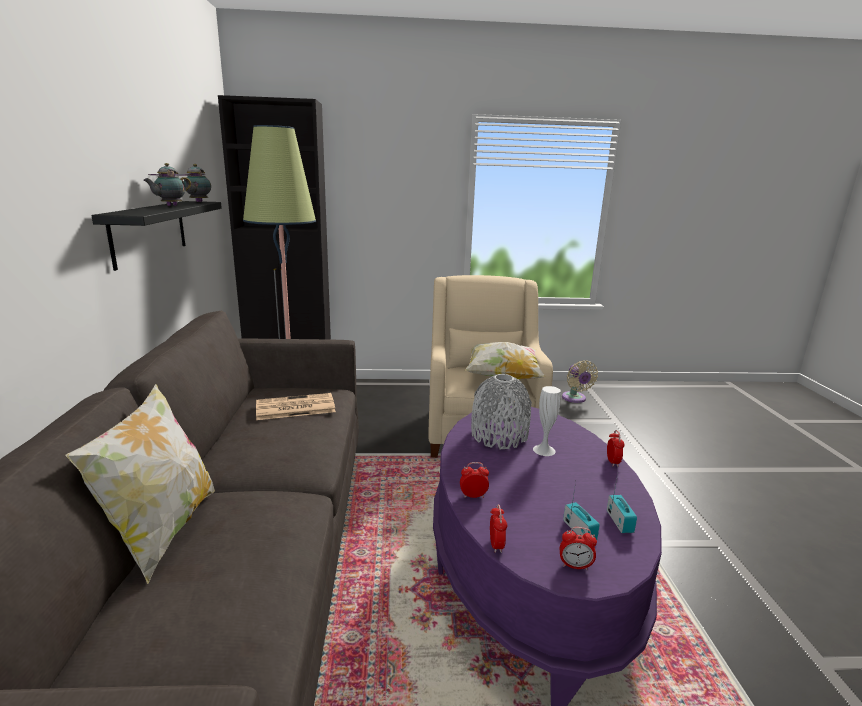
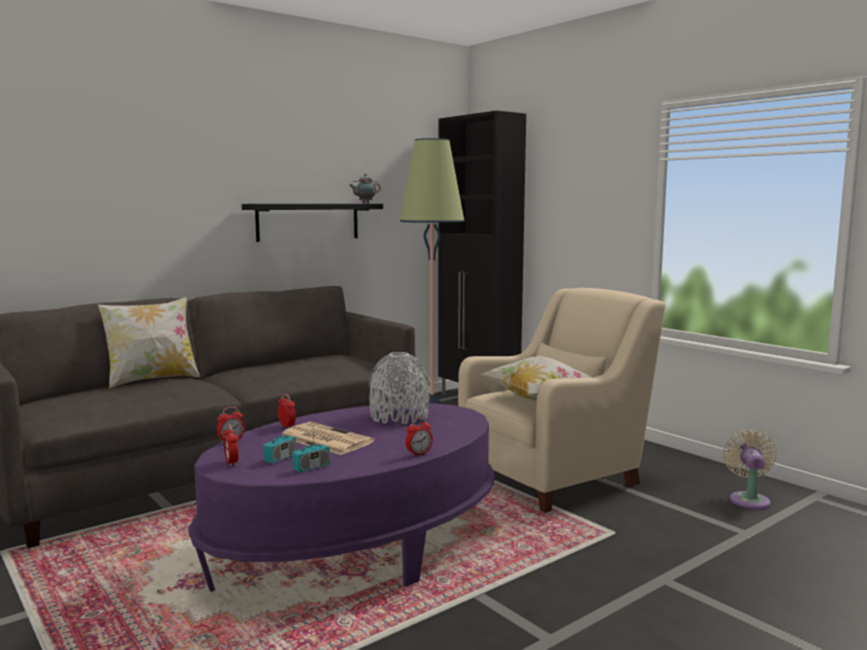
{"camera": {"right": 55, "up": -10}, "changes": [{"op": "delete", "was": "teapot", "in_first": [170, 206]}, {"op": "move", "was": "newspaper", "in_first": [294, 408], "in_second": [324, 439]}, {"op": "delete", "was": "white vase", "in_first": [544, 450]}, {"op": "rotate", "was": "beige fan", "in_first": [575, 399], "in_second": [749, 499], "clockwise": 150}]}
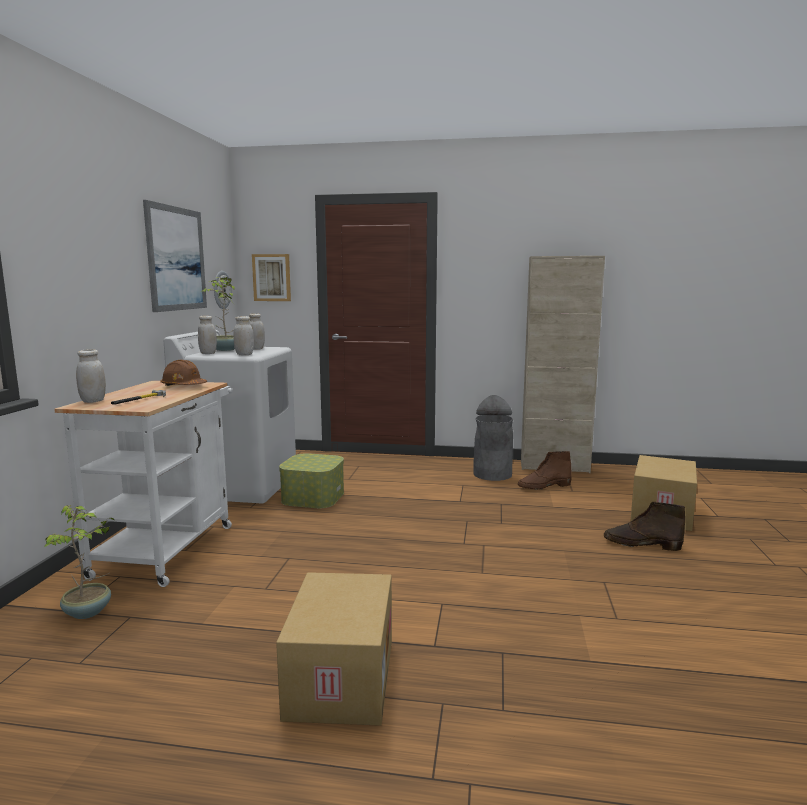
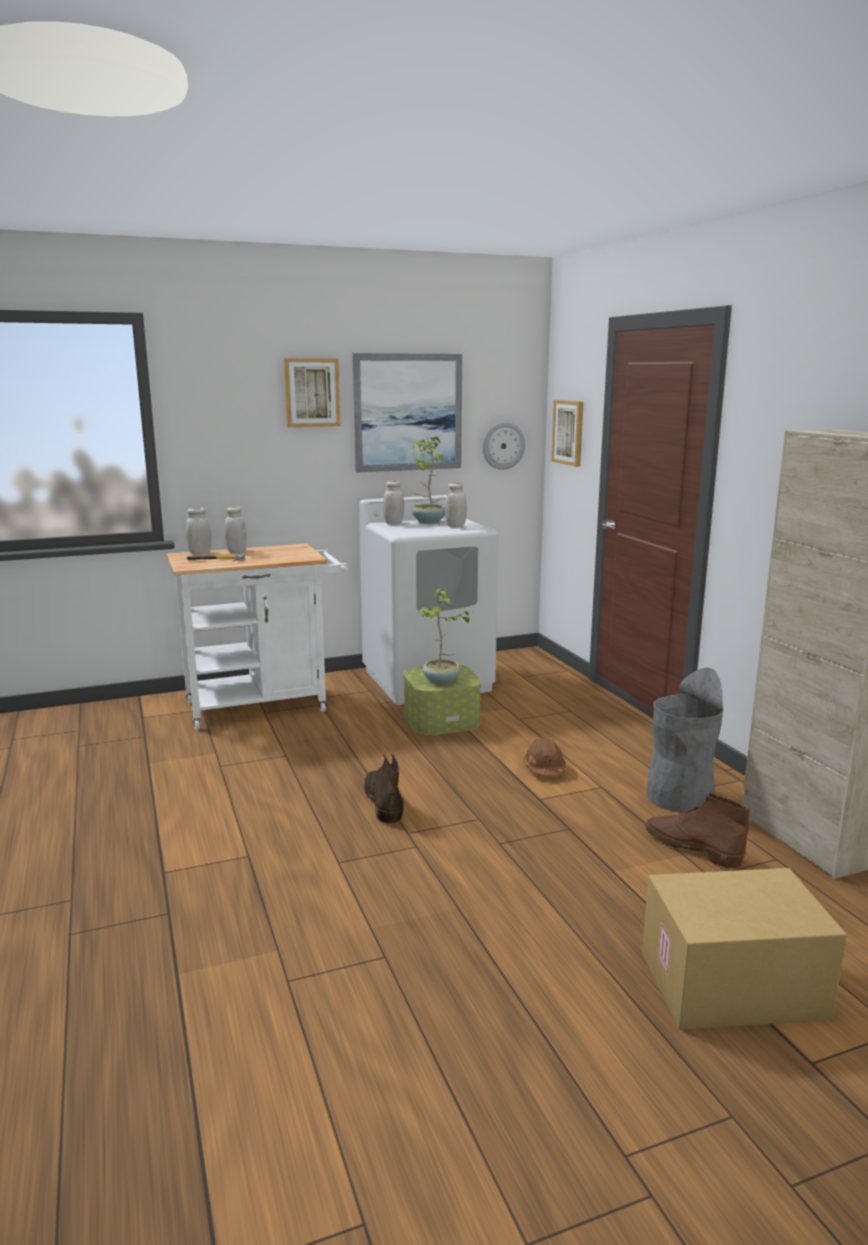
{"camera": {"right": 60, "up": 5}, "changes": [{"op": "move", "was": "potted plant", "in_first": [88, 612], "in_second": [441, 681]}, {"op": "move", "was": "brown hard hat", "in_first": [183, 386], "in_second": [544, 768]}, {"op": "move", "was": "white jar", "in_first": [244, 354], "in_second": [236, 551]}, {"op": "delete", "was": "cardboard box", "in_first": [339, 676]}, {"op": "move", "was": "brown boot", "in_first": [641, 544], "in_second": [383, 801]}, {"op": "insert", "now": "picture", "in_second": [311, 392]}]}
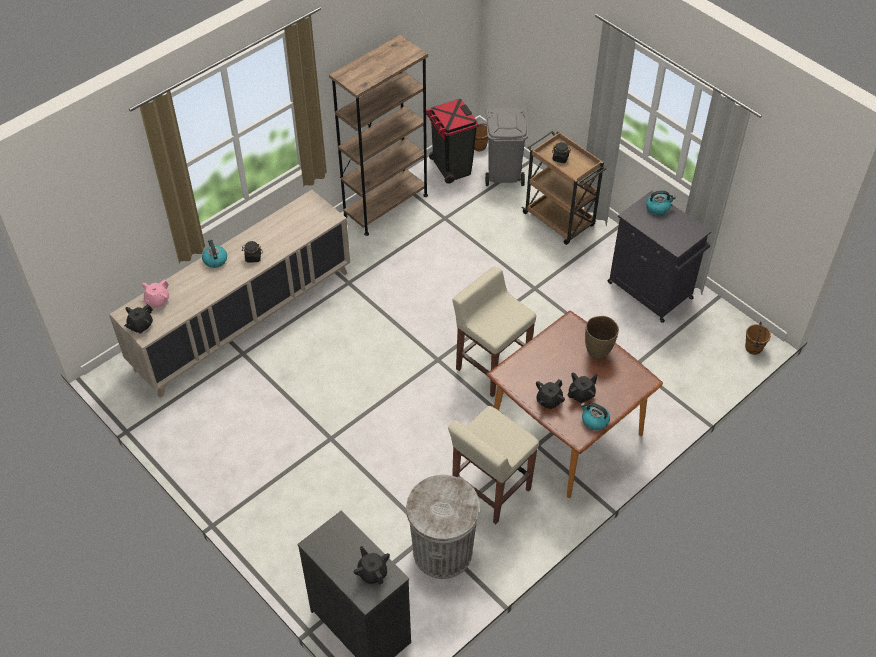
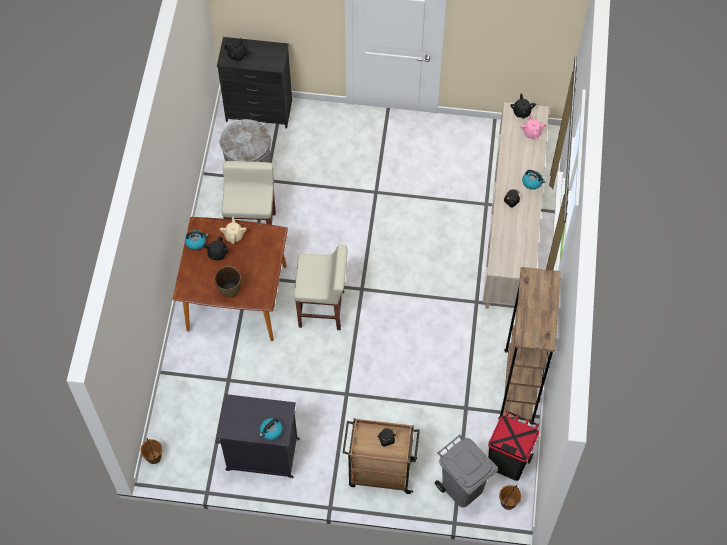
{"camera": {"right": 140, "up": 10}, "changes": [{"op": "recolor", "was": "black teapot", "now": "beige teapot", "in_first": [548, 401], "in_second": [234, 235]}]}
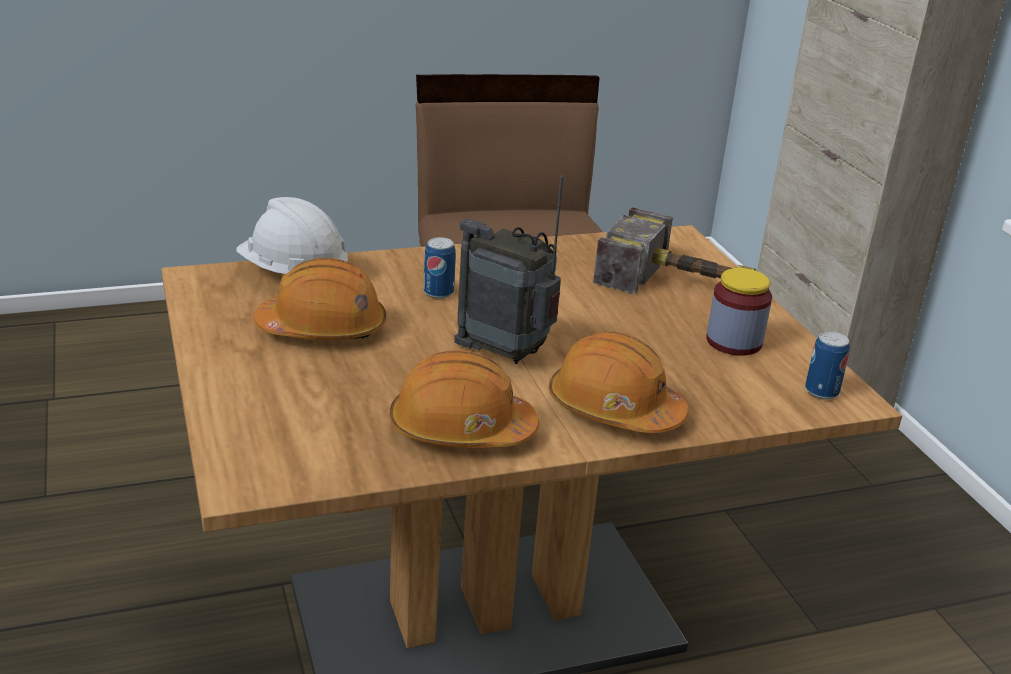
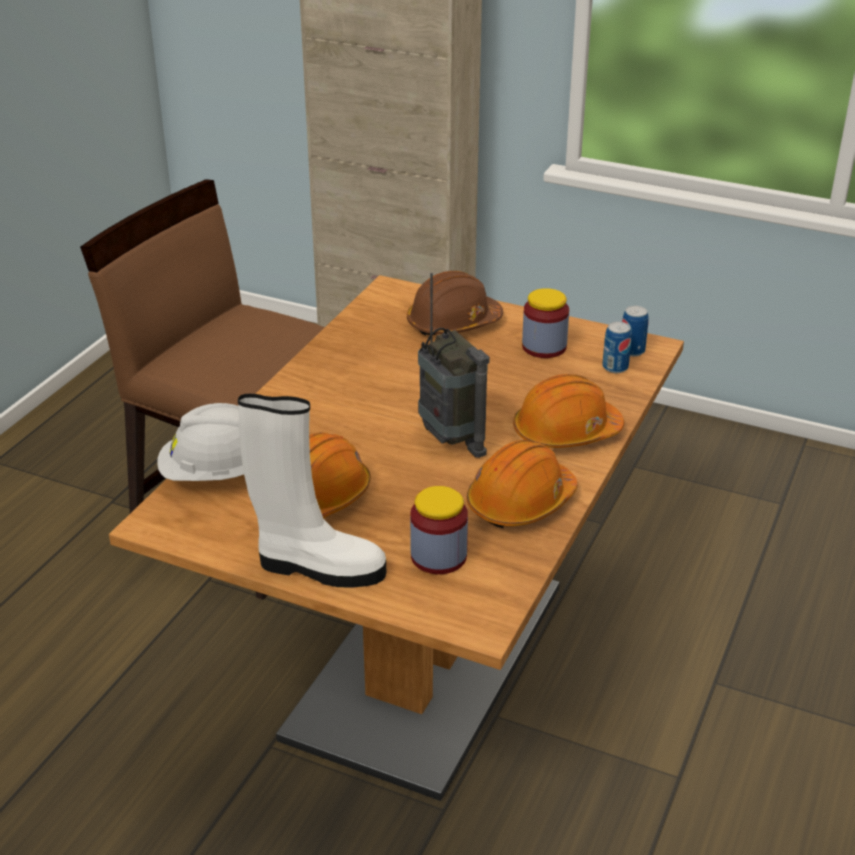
{"camera": {"right": -45, "up": 5}, "changes": [{"op": "move", "was": "can", "in_first": [438, 292], "in_second": [615, 367]}, {"op": "rotate", "was": "radio", "in_first": [505, 354], "in_second": [451, 438], "clockwise": -105}, {"op": "replace", "was": "hammer", "now": "brown hard hat", "in_first": [683, 284], "in_second": [453, 323]}, {"op": "insert", "now": "white boot", "in_second": [318, 567]}, {"op": "insert", "now": "jar", "in_second": [438, 556]}]}
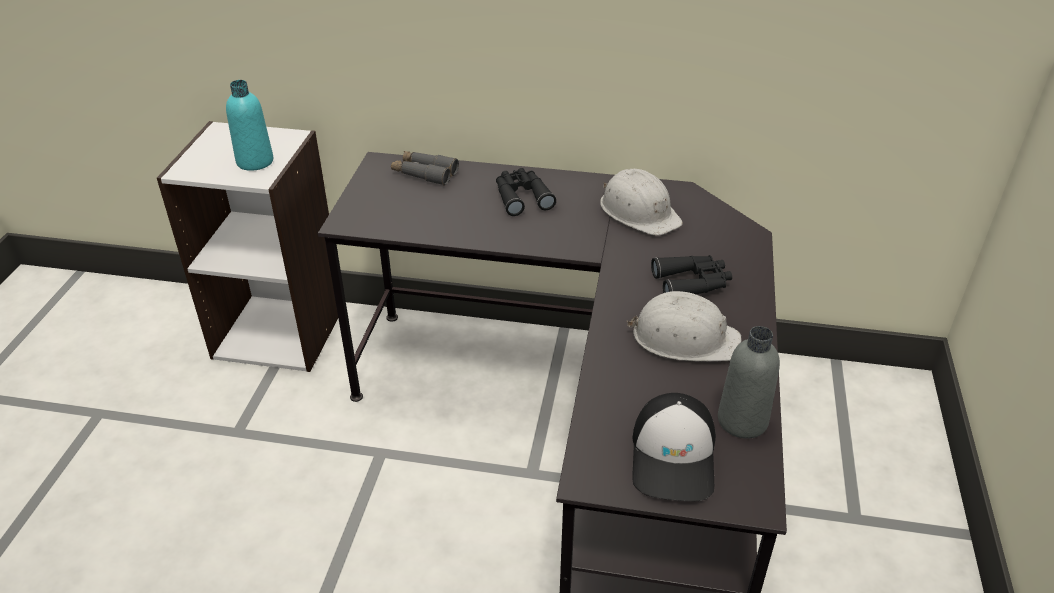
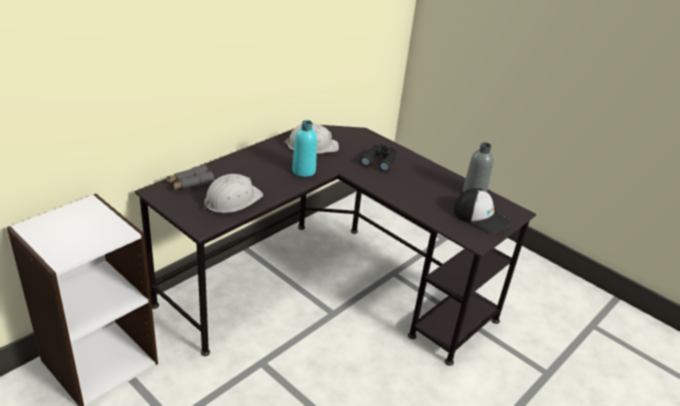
{"camera": {"right": -60, "up": -5}, "changes": [{"op": "move", "was": "turquoise bottle", "in_first": [255, 161], "in_second": [303, 171]}, {"op": "delete", "was": "black binoculars", "in_first": [522, 197]}, {"op": "move", "was": "white hard hat", "in_first": [684, 338], "in_second": [232, 200]}]}
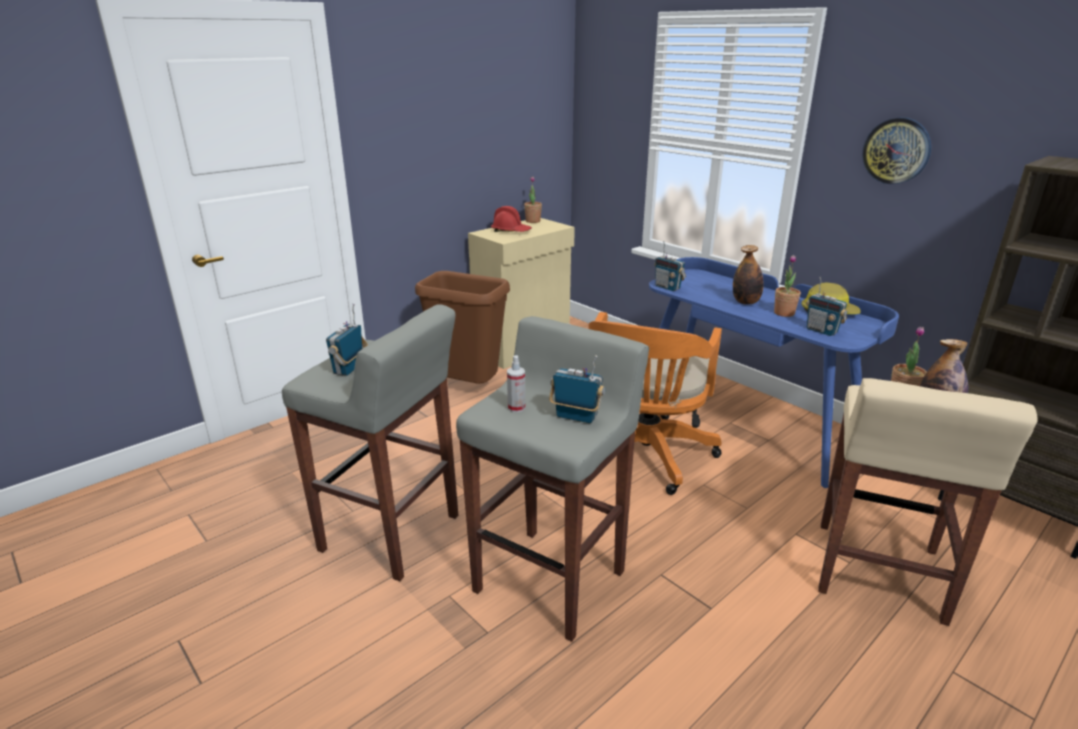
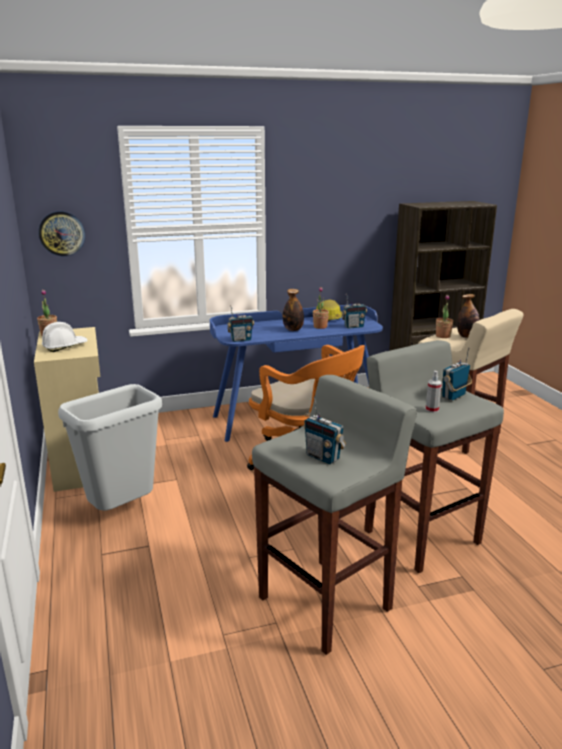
{"camera": {"right": -65, "up": -5}, "changes": [{"op": "recolor", "was": "brown trash can", "now": "grey trash can", "in_first": [466, 389], "in_second": [122, 511]}, {"op": "recolor", "was": "red hard hat", "now": "white hard hat", "in_first": [511, 231], "in_second": [65, 346]}, {"op": "move", "was": "wall clock", "in_first": [896, 151], "in_second": [62, 233]}]}
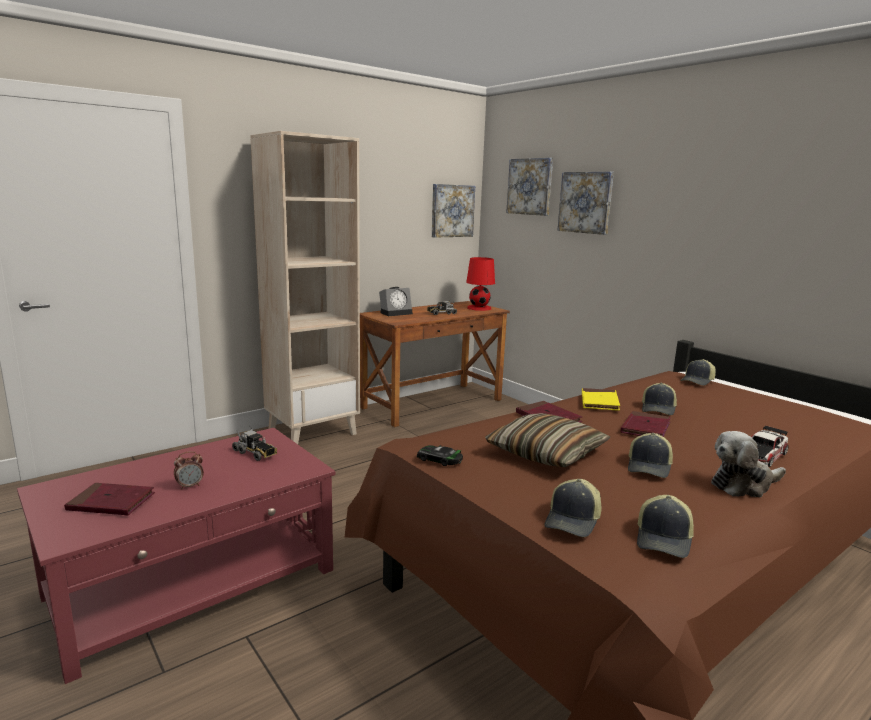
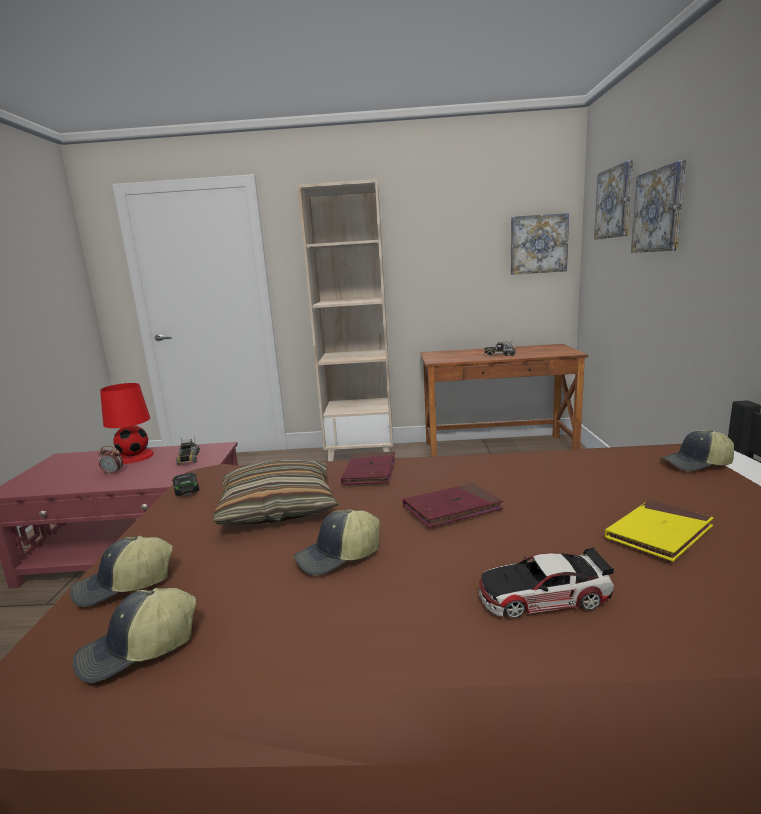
{"camera": {"right": 40, "up": 0}, "changes": [{"op": "delete", "was": "red book", "in_first": [111, 503]}, {"op": "delete", "was": "alarm clock", "in_first": [396, 313]}, {"op": "move", "was": "red table lamp", "in_first": [479, 308], "in_second": [135, 456]}, {"op": "move", "was": "yellow book", "in_first": [599, 402], "in_second": [658, 534]}, {"op": "delete", "was": "cap", "in_first": [658, 409]}, {"op": "delete", "was": "plush toy", "in_first": [743, 485]}]}
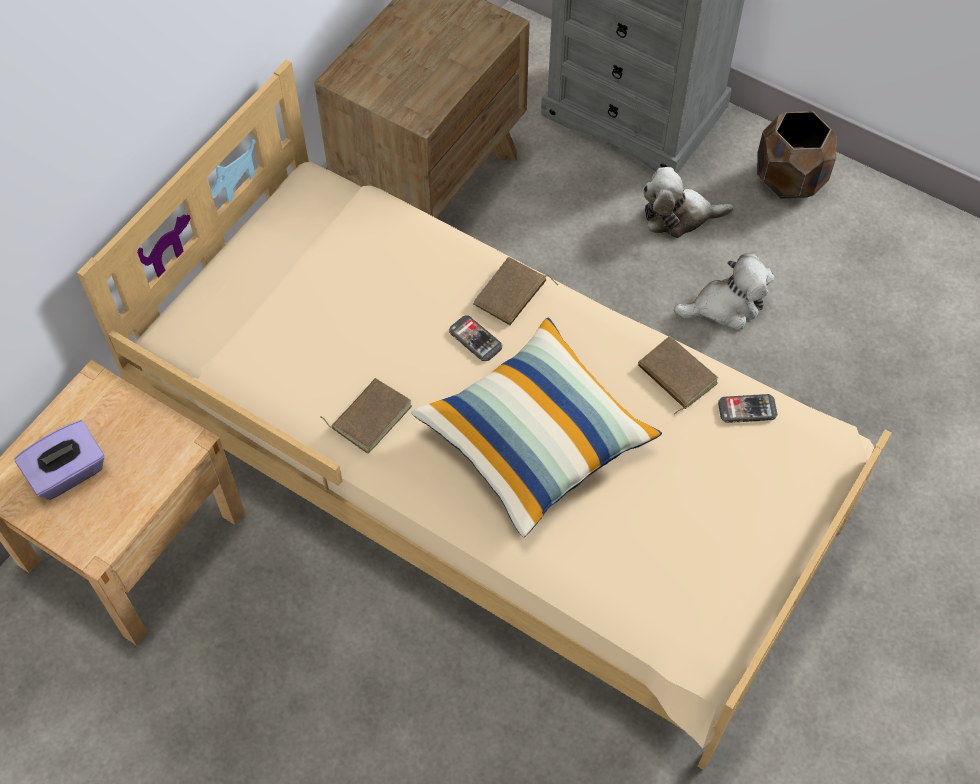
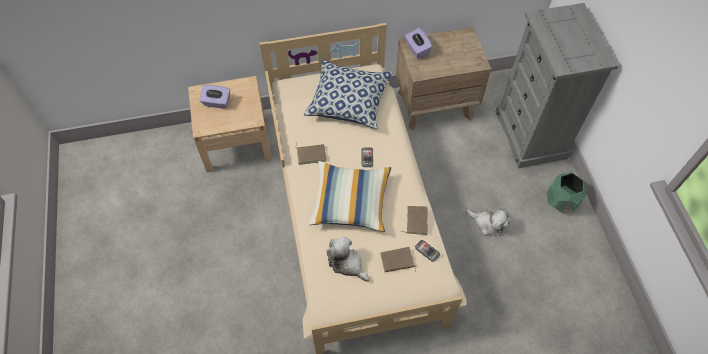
{"camera": {"right": 45, "up": 0}, "changes": [{"op": "move", "was": "brown book", "in_first": [511, 295], "in_second": [397, 261]}, {"op": "move", "was": "plush toy", "in_first": [679, 216], "in_second": [347, 264]}, {"op": "recolor", "was": "brown planter", "now": "green planter", "in_first": [790, 179], "in_second": [562, 201]}, {"op": "insert", "now": "pillow", "in_second": [349, 101]}, {"op": "insert", "now": "purple tissue box", "in_second": [417, 49]}]}
